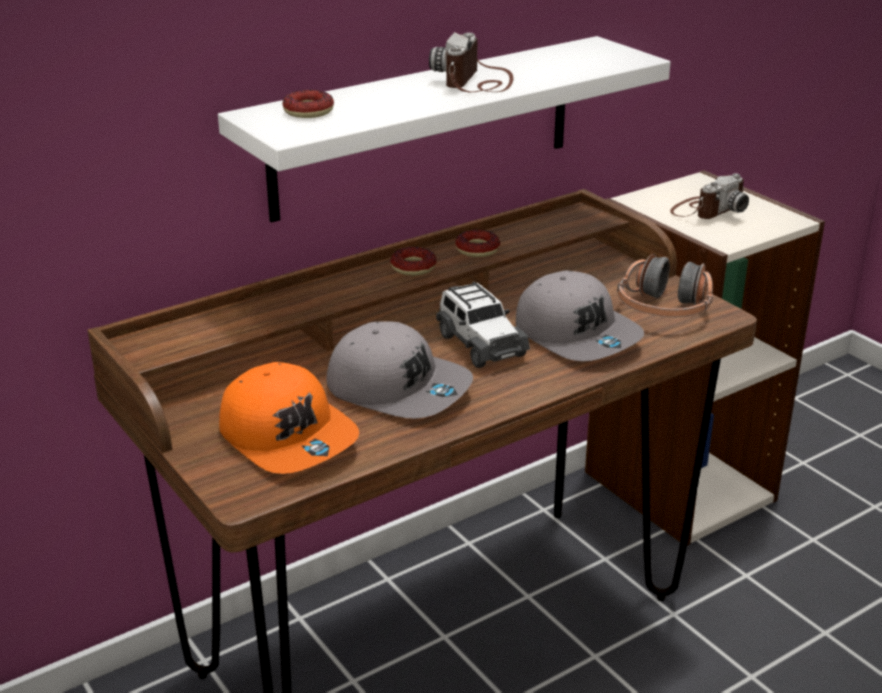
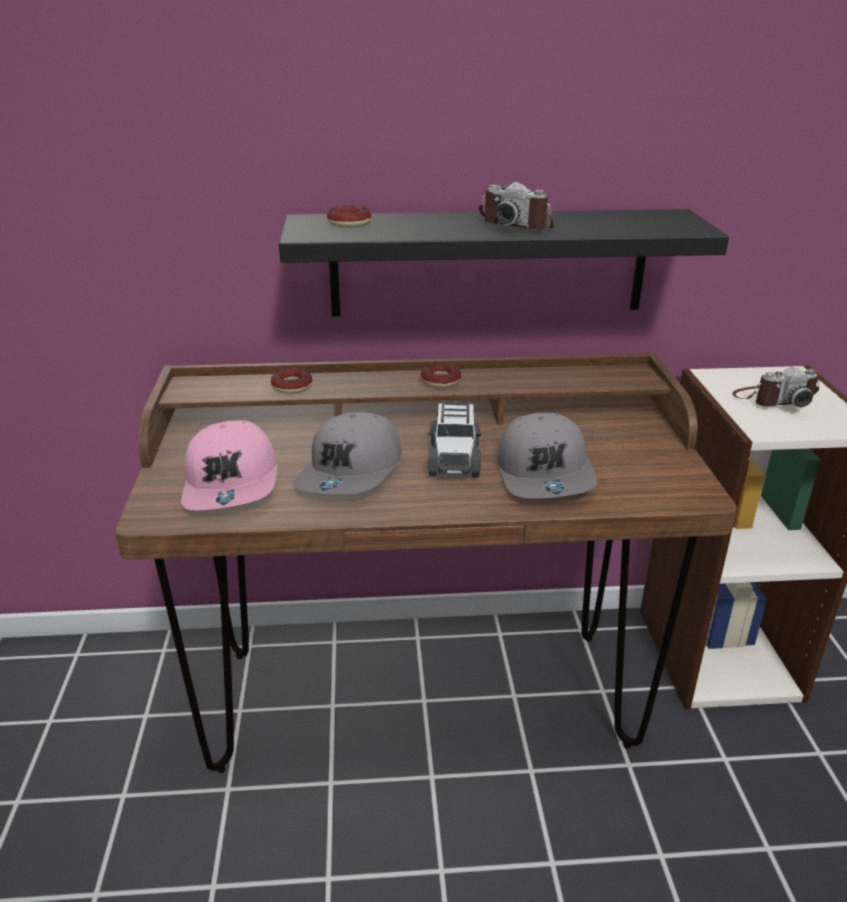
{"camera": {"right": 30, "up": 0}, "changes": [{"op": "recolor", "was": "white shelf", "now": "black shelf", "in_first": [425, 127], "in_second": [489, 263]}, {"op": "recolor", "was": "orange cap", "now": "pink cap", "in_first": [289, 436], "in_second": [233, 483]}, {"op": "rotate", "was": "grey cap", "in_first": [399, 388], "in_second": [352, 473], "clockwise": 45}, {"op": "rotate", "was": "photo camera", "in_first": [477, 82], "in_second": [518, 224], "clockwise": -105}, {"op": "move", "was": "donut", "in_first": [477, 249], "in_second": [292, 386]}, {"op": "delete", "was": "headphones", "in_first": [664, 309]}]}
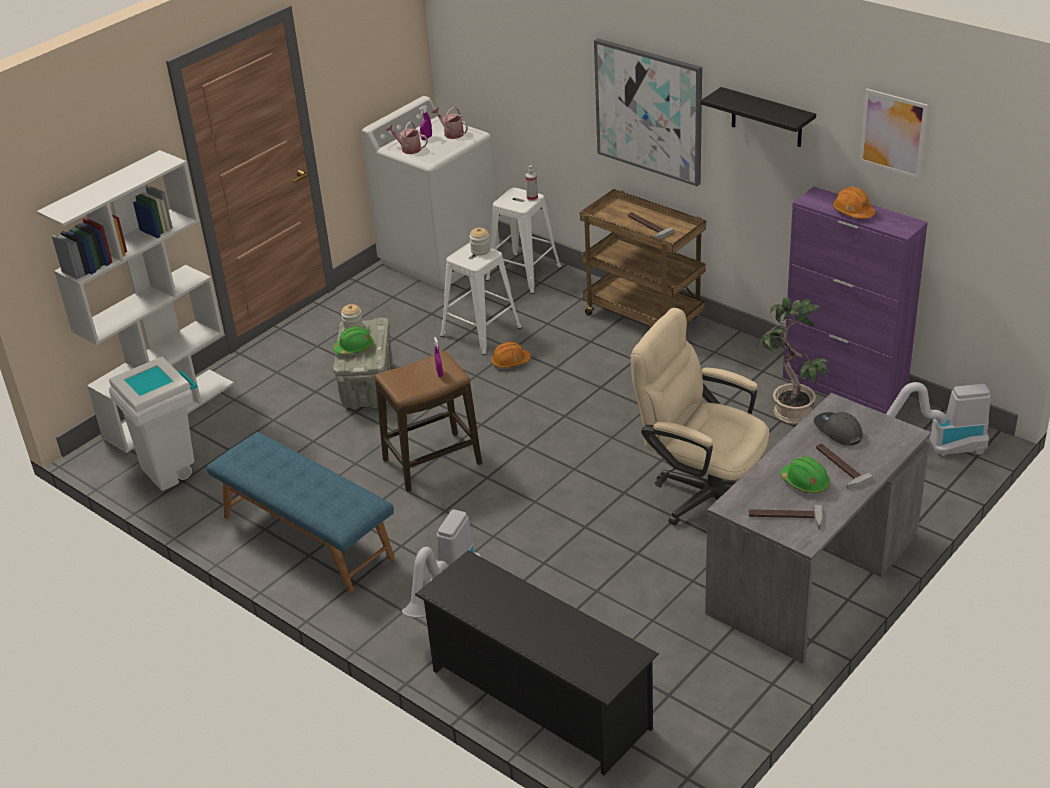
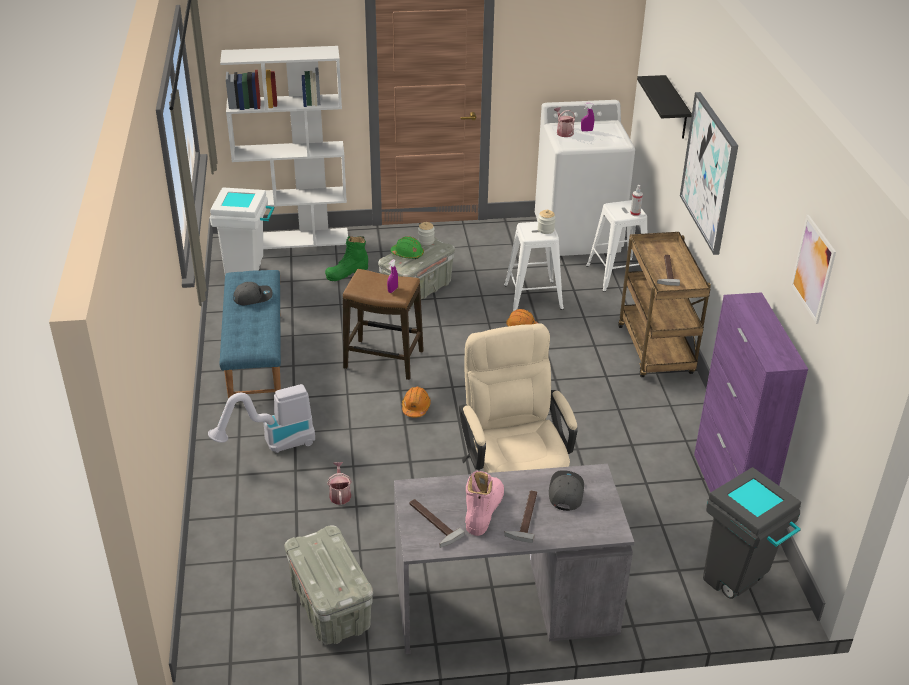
{"camera": {"right": 40, "up": 0}, "changes": [{"op": "delete", "was": "black shoe rack", "in_first": [538, 698]}, {"op": "move", "was": "watering can", "in_first": [451, 133], "in_second": [340, 494]}, {"op": "move", "was": "black shelf", "in_first": [766, 118], "in_second": [676, 108]}, {"op": "delete", "was": "potted plant", "in_first": [791, 412]}, {"op": "replace", "was": "green hard hat", "now": "pink boot", "in_first": [805, 482], "in_second": [484, 510]}, {"op": "move", "was": "orange hard hat", "in_first": [853, 212], "in_second": [416, 407]}, {"op": "replace", "was": "vacuum cleaner", "now": "grey trash can", "in_first": [937, 447], "in_second": [738, 584]}, {"op": "insert", "now": "grey cap", "in_second": [253, 297]}, {"op": "insert", "now": "grey storage box", "in_second": [330, 606]}, {"op": "insert", "now": "green boot", "in_second": [347, 272]}]}
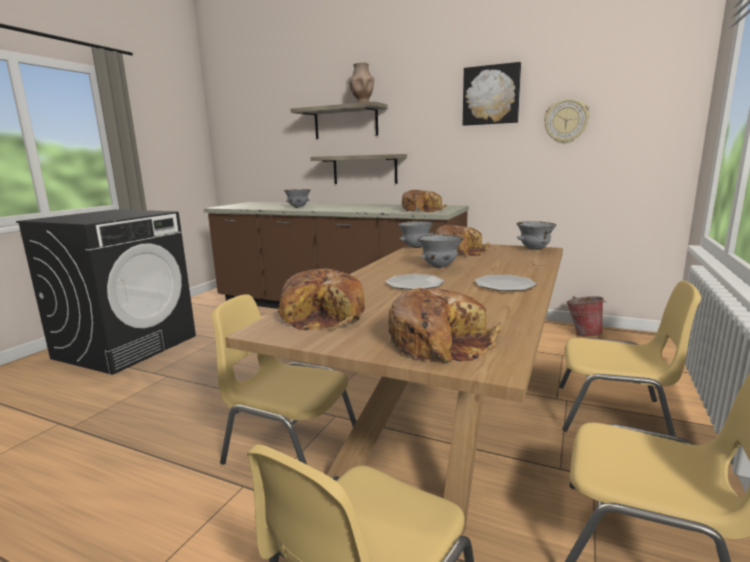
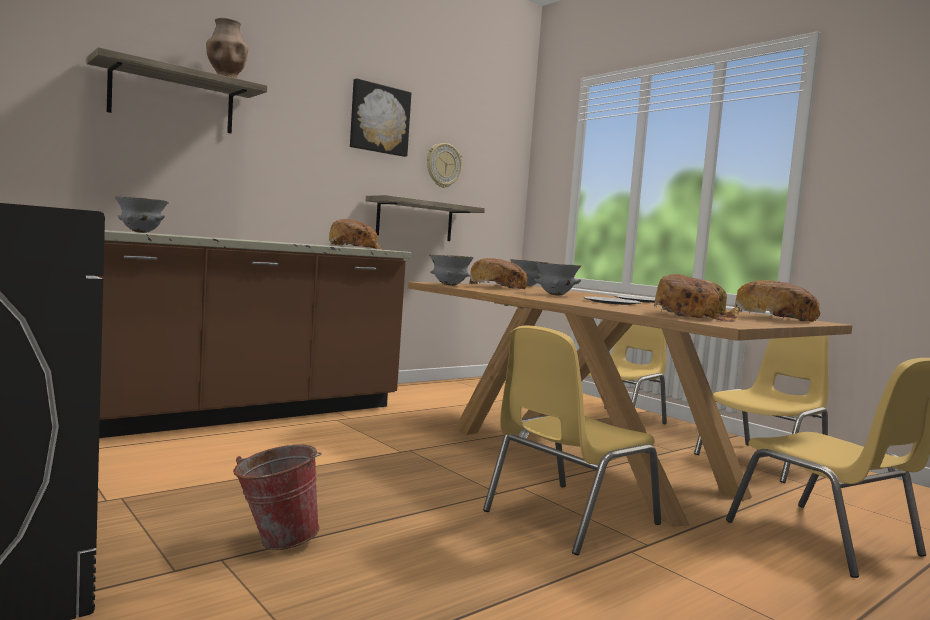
{"camera": {"right": -65, "up": -10}, "changes": [{"op": "move", "was": "shelf", "in_first": [364, 169], "in_second": [415, 220]}, {"op": "move", "was": "bucket", "in_first": [583, 333], "in_second": [274, 541]}]}
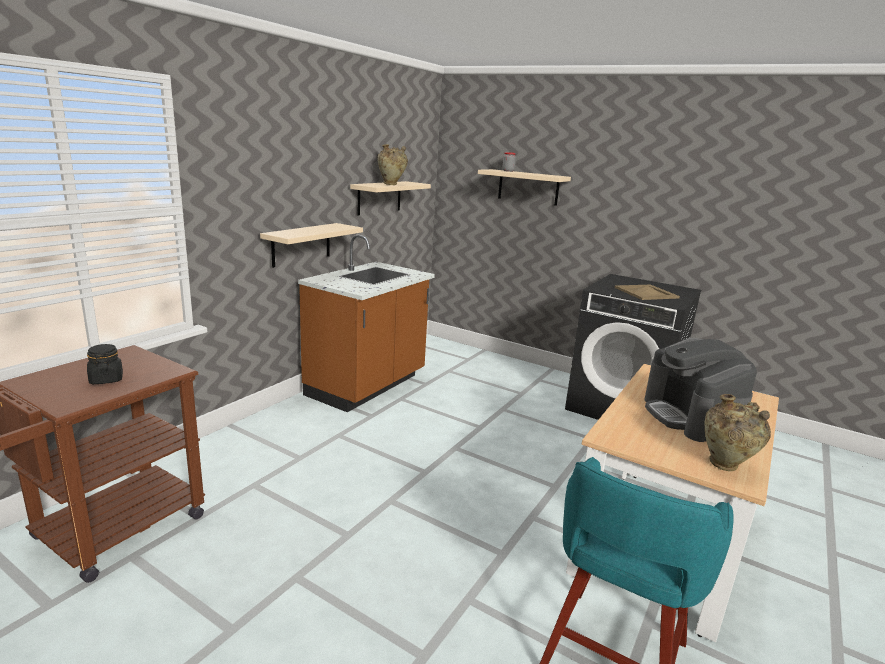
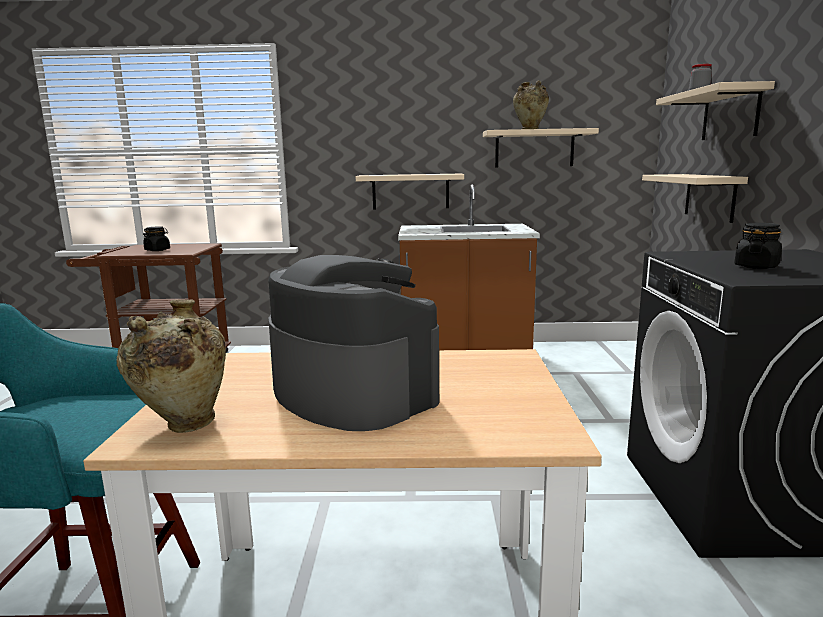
{"camera": {"right": 60, "up": -5}, "changes": [{"op": "replace", "was": "beige tray", "now": "black jar", "in_first": [646, 293], "in_second": [756, 266]}, {"op": "rotate", "was": "coffee machine", "in_first": [691, 417], "in_second": [352, 392], "clockwise": 90}, {"op": "insert", "now": "beige shelf", "in_second": [709, 196]}]}
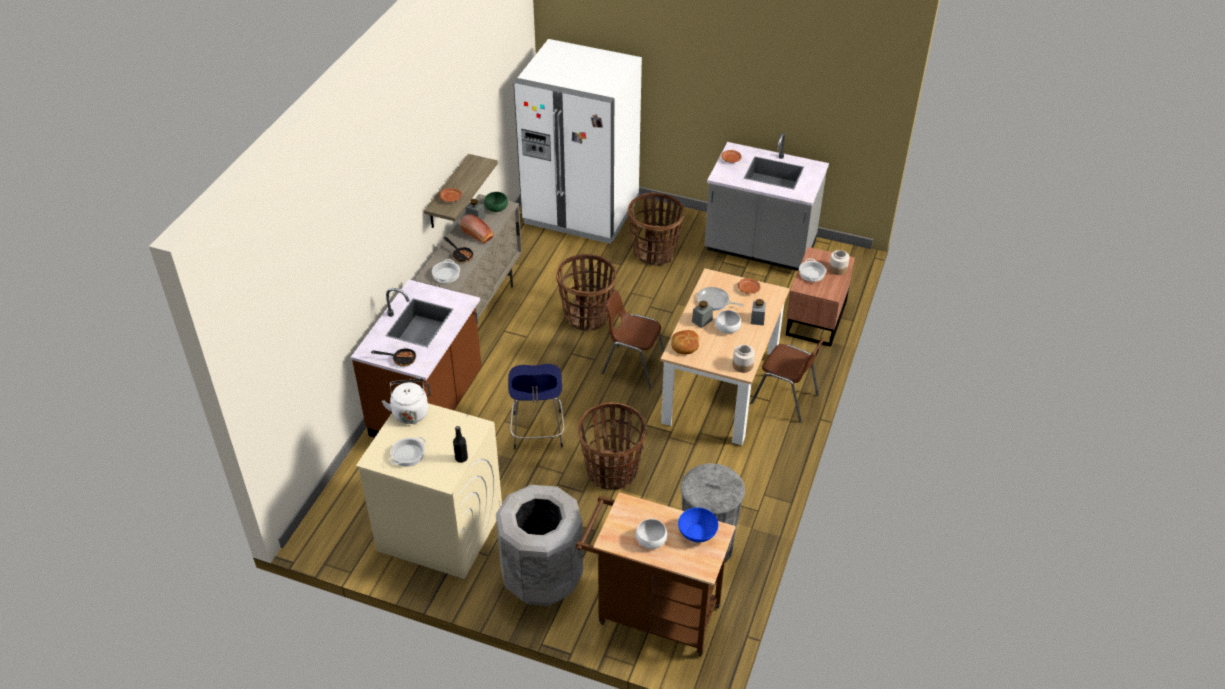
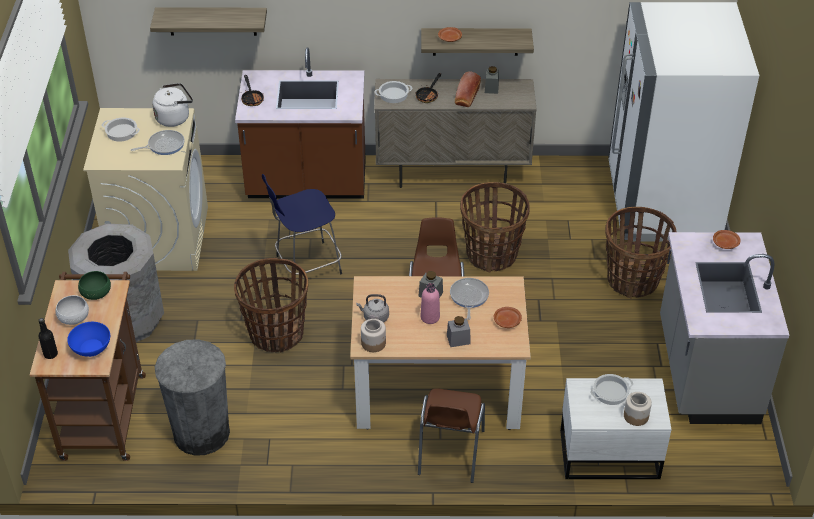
{"camera": {"right": 70, "up": 0}, "changes": [{"op": "move", "was": "black bottle", "in_first": [461, 458], "in_second": [50, 354]}, {"op": "move", "was": "green bowl", "in_first": [496, 207], "in_second": [95, 292]}, {"op": "delete", "was": "bread", "in_first": [684, 345]}, {"op": "replace", "was": "white bowl", "now": "pink bottle", "in_first": [727, 327], "in_second": [430, 317]}, {"op": "recolor", "was": "brown nightstand", "now": "white nightstand", "in_first": [814, 318], "in_second": [607, 452]}, {"op": "insert", "now": "frying pan", "in_second": [164, 145]}, {"op": "insert", "now": "shelf", "in_second": [212, 21]}, {"op": "insert", "now": "grey kettle", "in_second": [374, 317]}]}
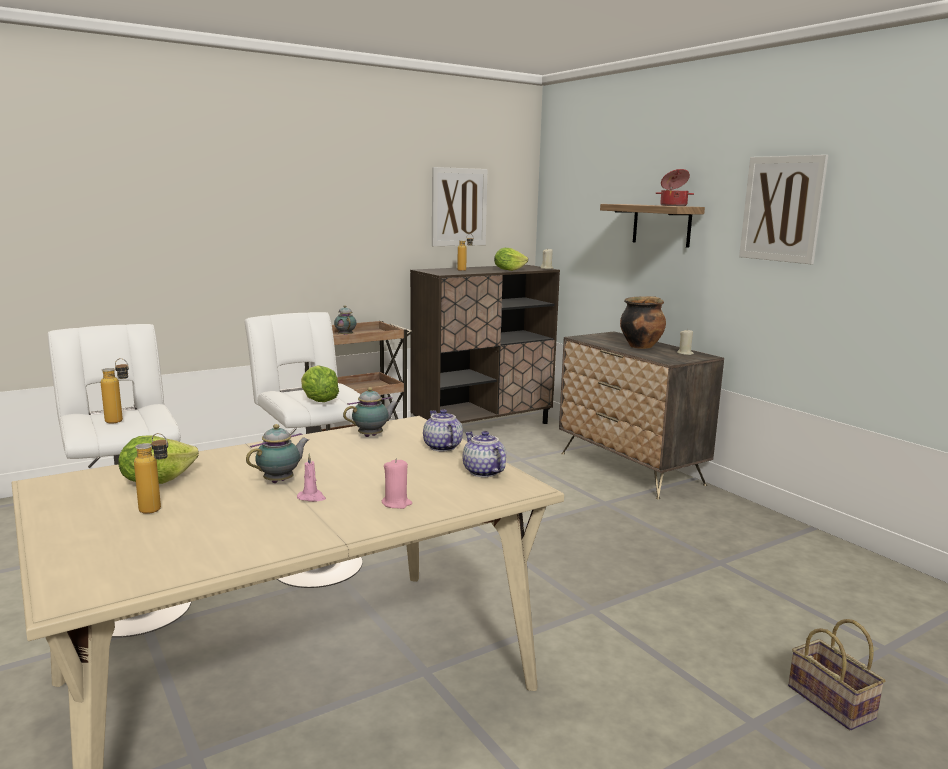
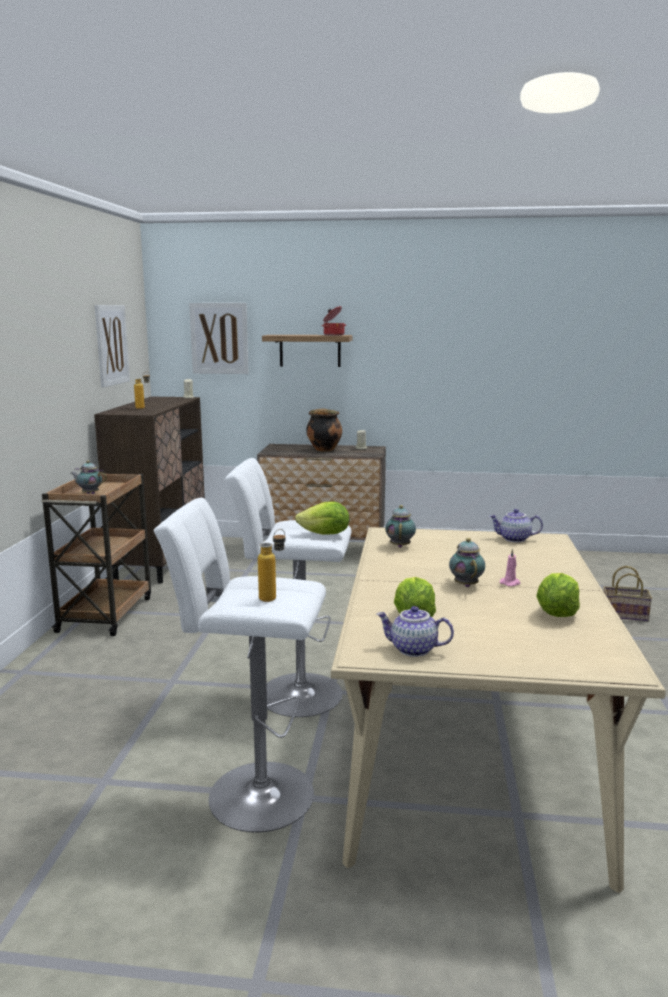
{"camera": {"right": -50, "up": 0}, "changes": [{"op": "delete", "was": "bottle", "in_first": [157, 511]}, {"op": "delete", "was": "pink candle", "in_first": [396, 503]}, {"op": "move", "was": "teapot", "in_first": [441, 447], "in_second": [413, 650]}, {"op": "move", "was": "lettuce", "in_first": [508, 270], "in_second": [557, 613]}, {"op": "move", "was": "picture", "in_first": [782, 209], "in_second": [219, 338]}]}
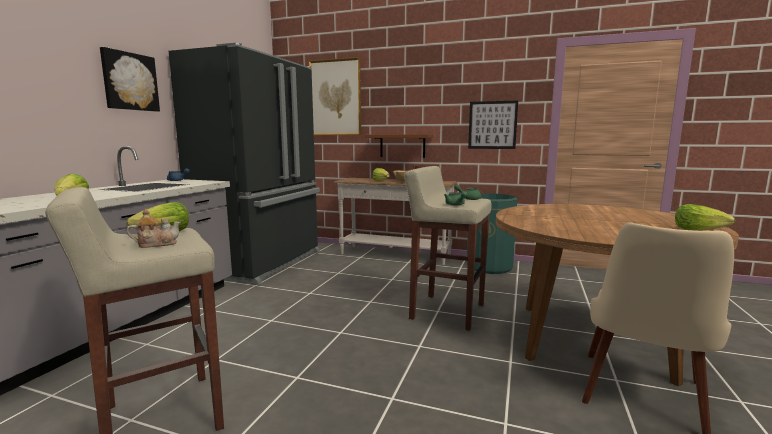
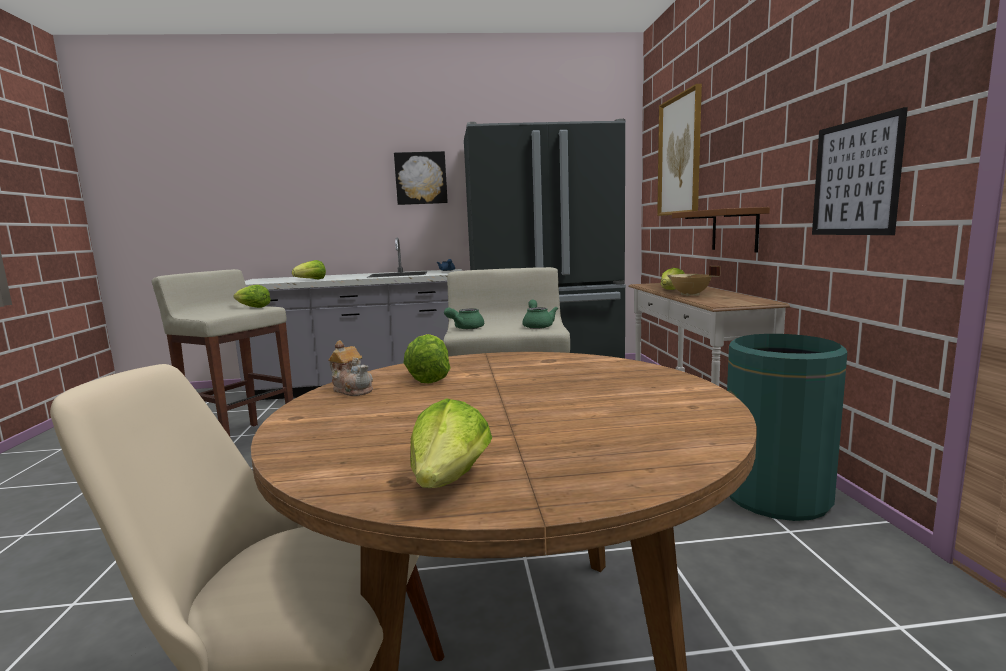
{"camera": {"right": 65, "up": 0}, "changes": [{"op": "move", "was": "teapot", "in_first": [156, 244], "in_second": [353, 389]}, {"op": "insert", "now": "lettuce", "in_second": [429, 377]}]}
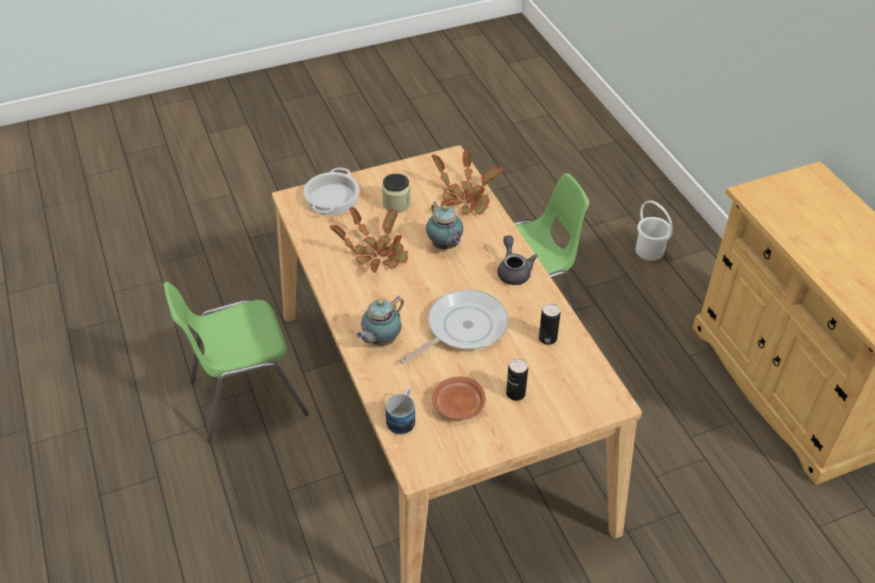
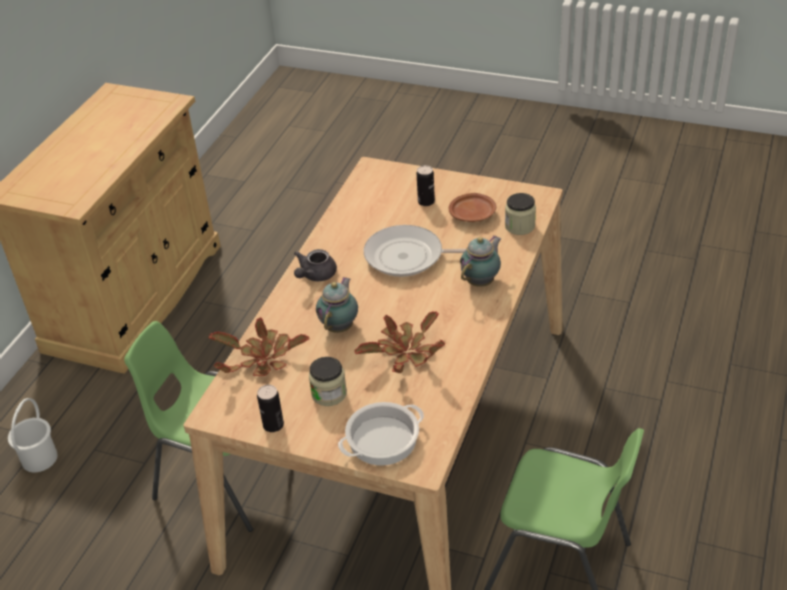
{"camera": {"right": -135, "up": -5}, "changes": [{"op": "rotate", "was": "teapot", "in_first": [380, 340], "in_second": [481, 281], "clockwise": -45}, {"op": "replace", "was": "mug", "now": "jar", "in_first": [403, 417], "in_second": [520, 226]}, {"op": "move", "was": "can", "in_first": [547, 338], "in_second": [273, 425]}]}
